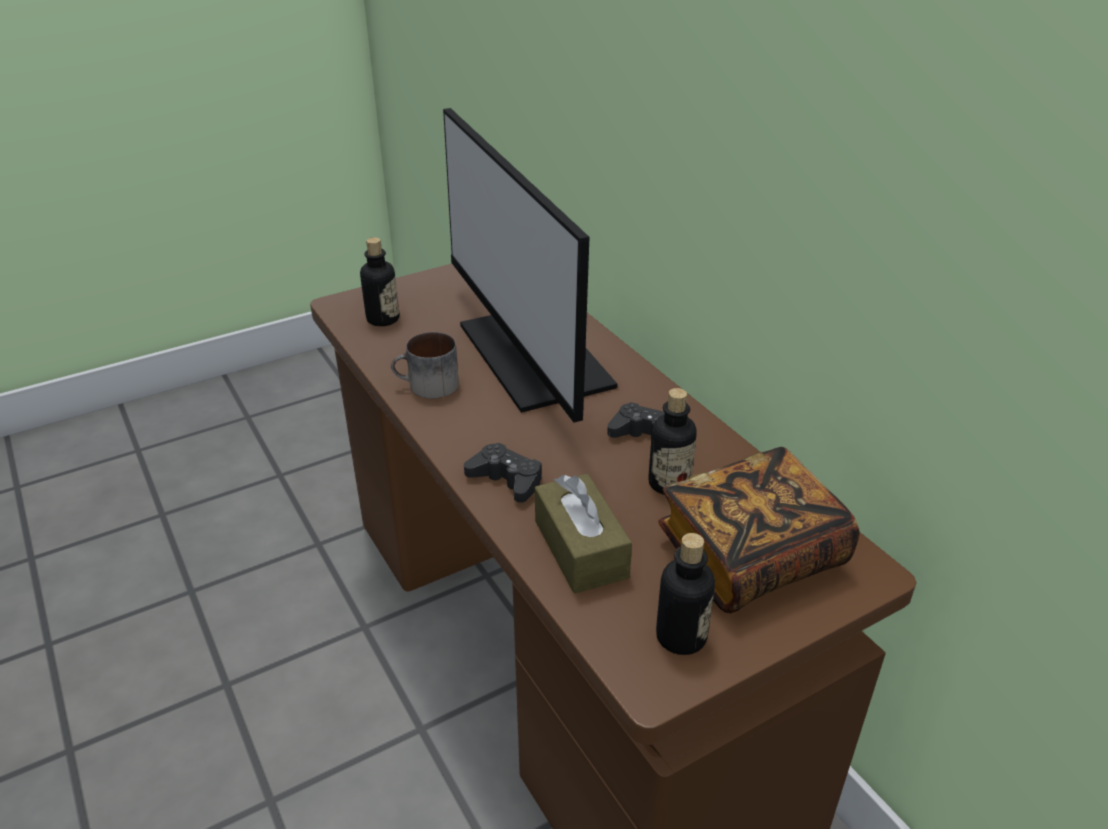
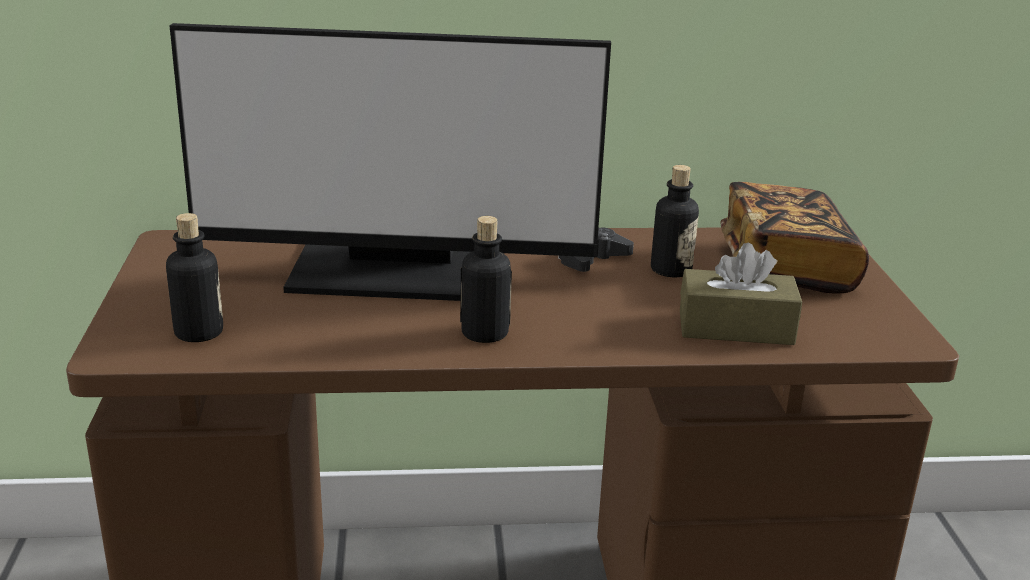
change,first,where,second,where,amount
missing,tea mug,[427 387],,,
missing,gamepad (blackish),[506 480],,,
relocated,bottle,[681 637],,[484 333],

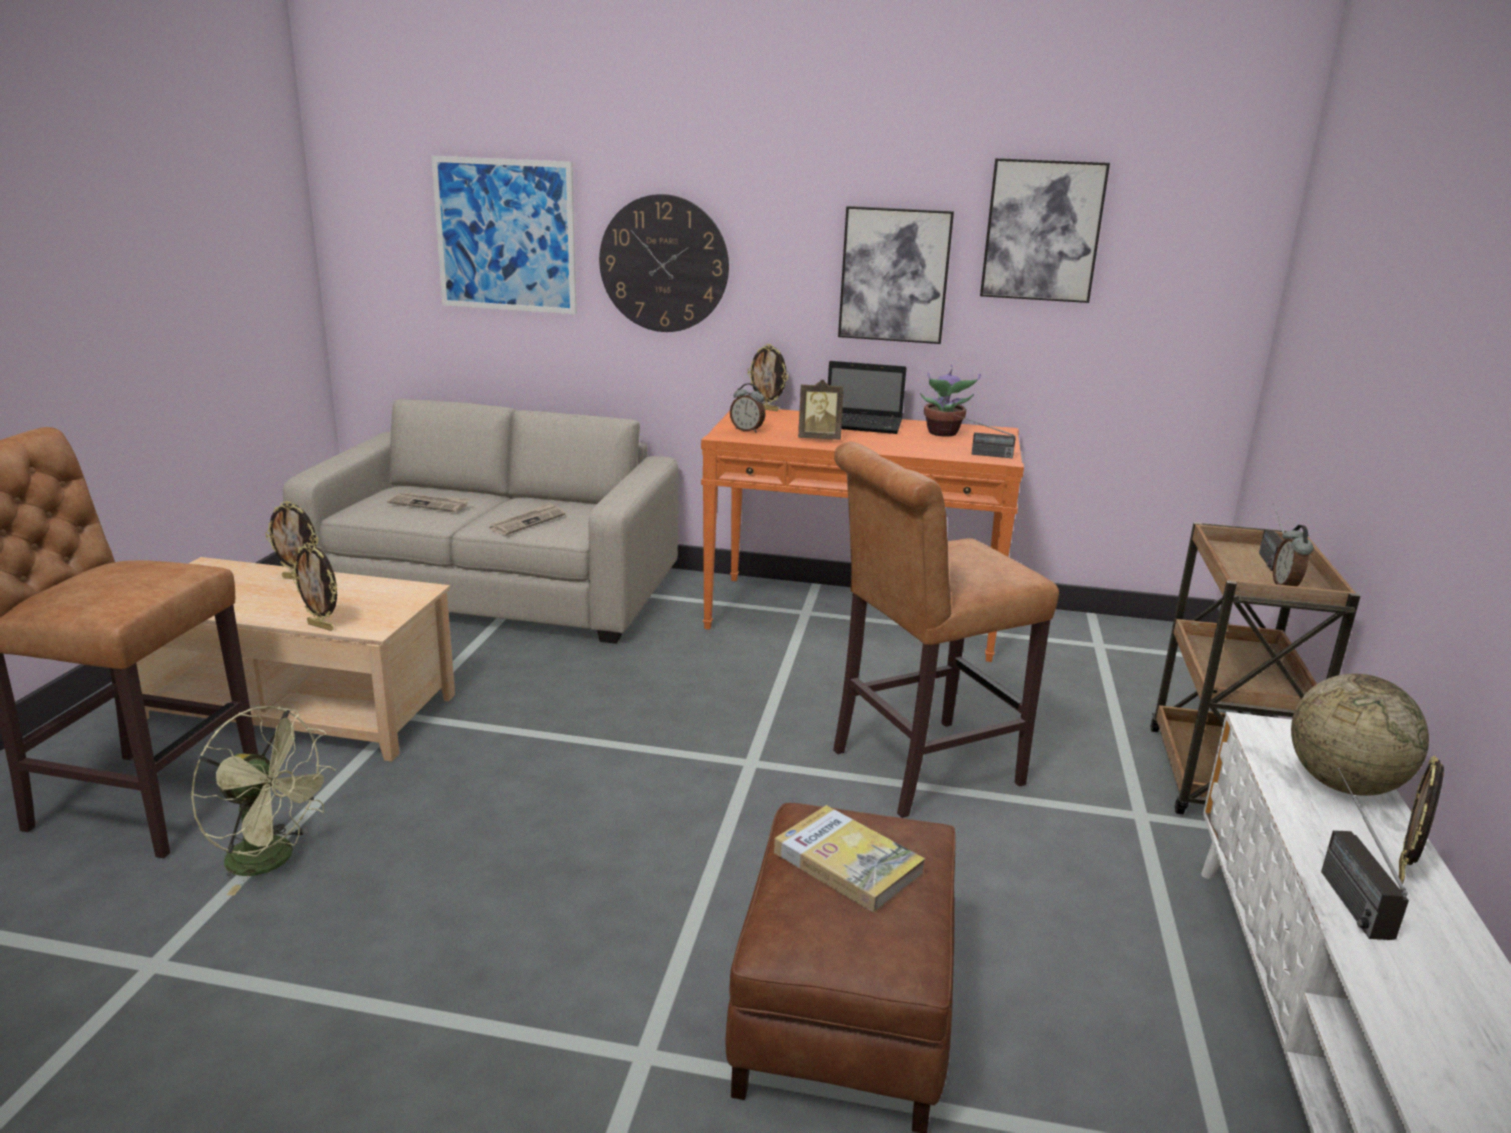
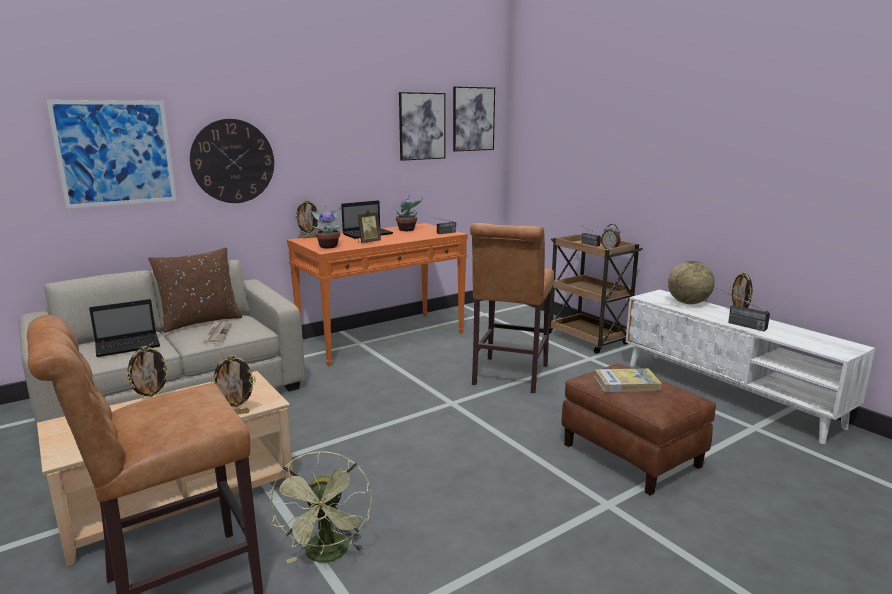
change,first,where,second,where,amount
relocated,wall picture,[894 275],,[473 119],
exchanged,alarm clock,[747 430],potted plant,[328 246],
exchanged,newspaper,[429 504],notebook computer,[129 346],
spun,fan (greenish),[273 860],,[328 556],105 degrees clockwise
appeared,,,cushion (brownish),[200 322],

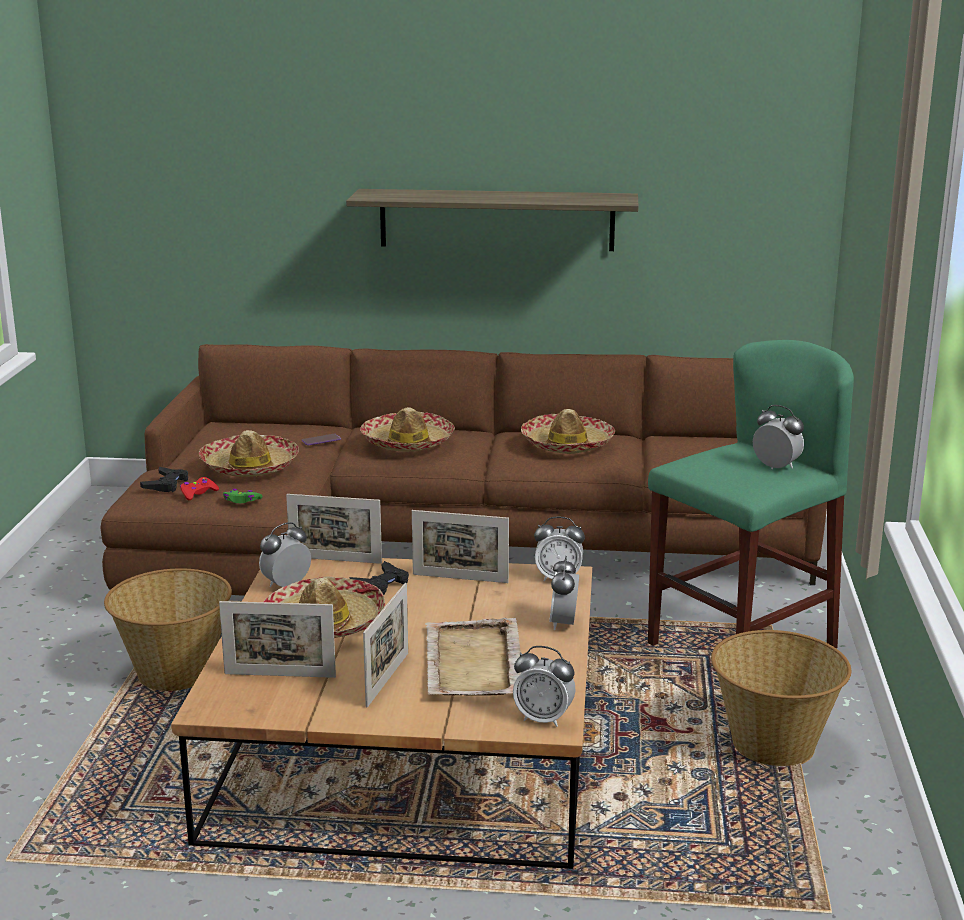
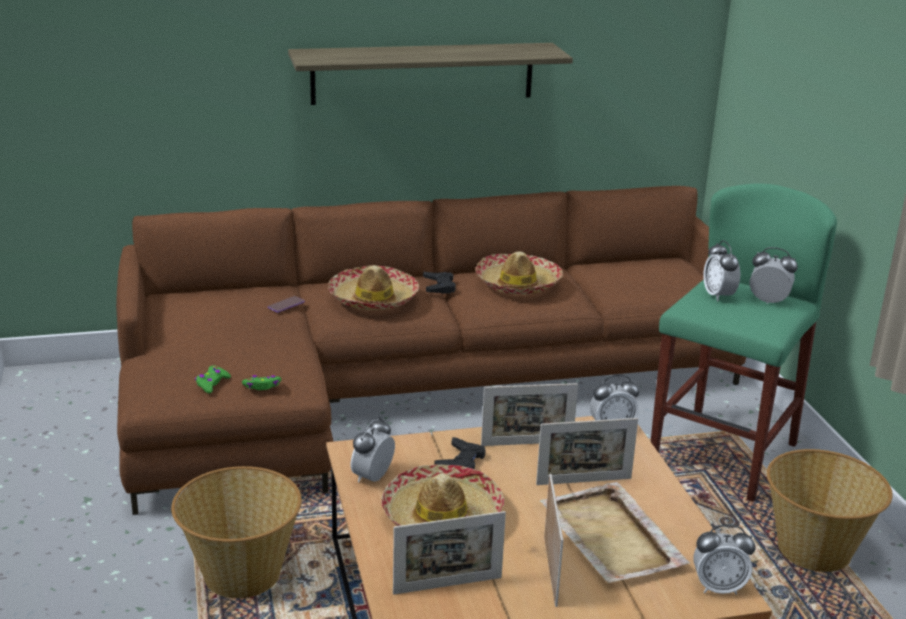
change,first,where,second,where,amount
missing,wearable hat,[249 467],,,
relocated,gamepad (blackish),[166 484],,[439 286],
colour,gamepad (red-coloured),[198 493],gamepad (greenish),[212 383],
relocated,picture frame,[335 560],,[584 481],
relocated,alarm clock,[563 623],,[718 295],

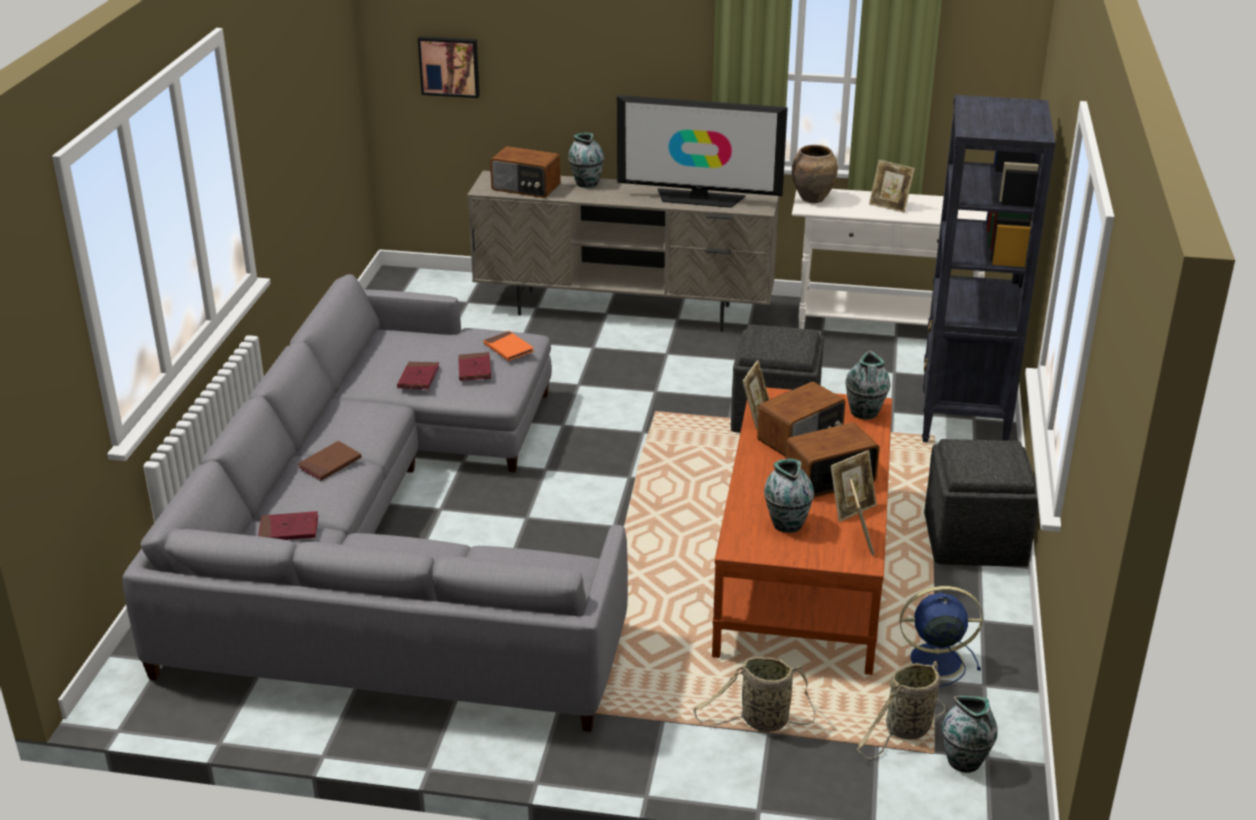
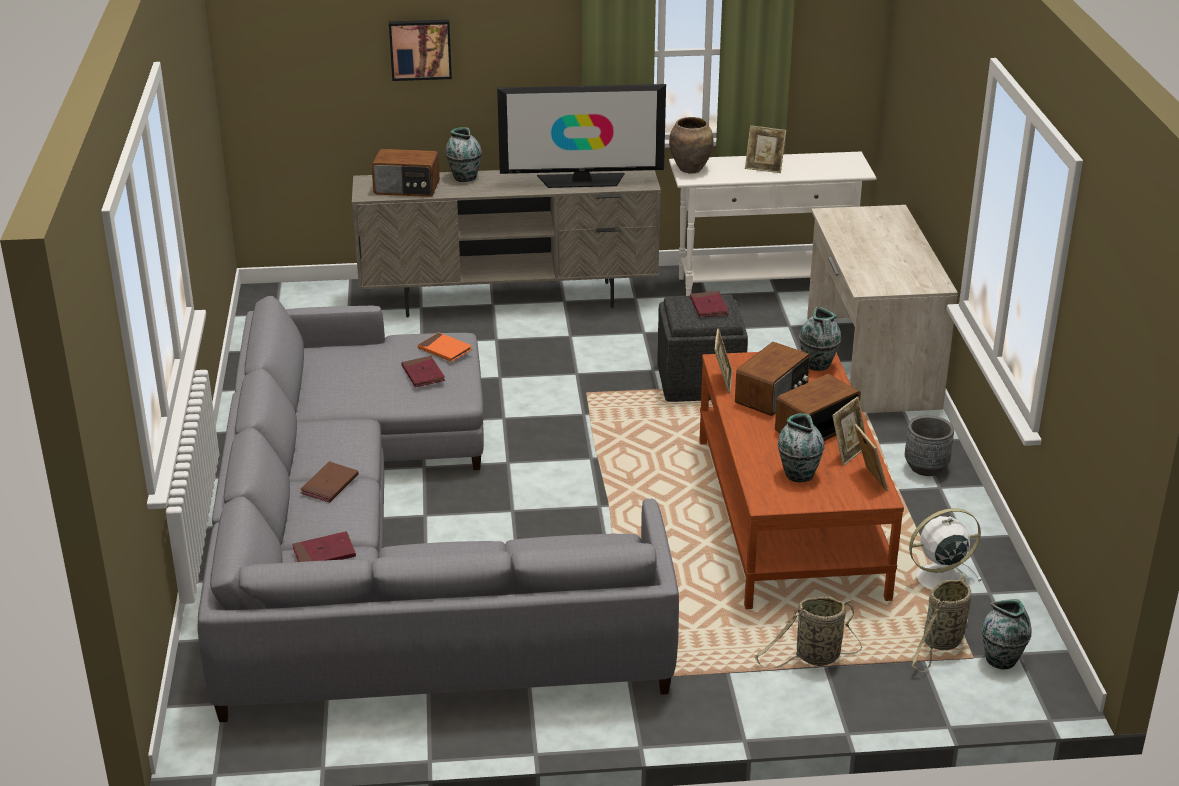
change,first,where,second,where,amount
relocated,wall picture,[449 66],,[420 49],
exchanged,bookcase (blackish),[963 420],desk table (beige),[870 361],
relocated,book (red-coloured),[418 378],,[709 307],
exchanged,pouffe (grey),[973 539],planter (grey),[925 467],
colour,fan (blue-coloured),[933 660],fan (white),[937 579],

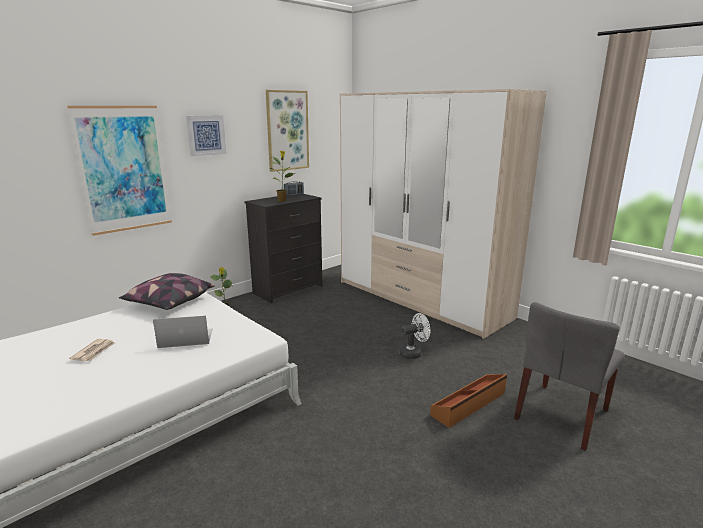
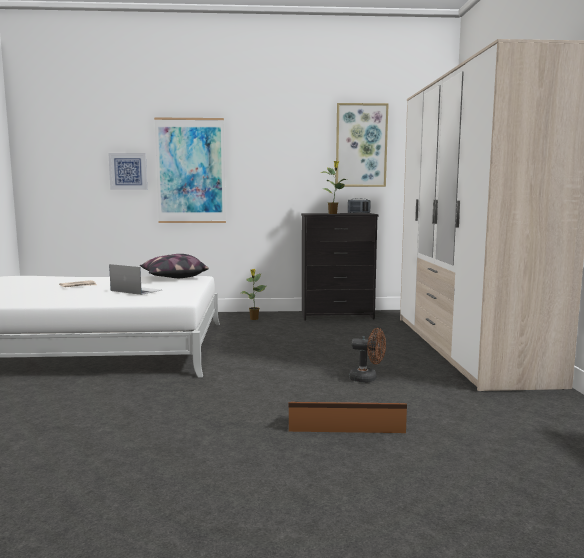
change,first,where,second,where,amount
relocated,wall picture,[206 135],,[128 171],
missing,chair (grey),[562 415],,,
colour,fan (white),[413 353],fan (brownish),[367 379],

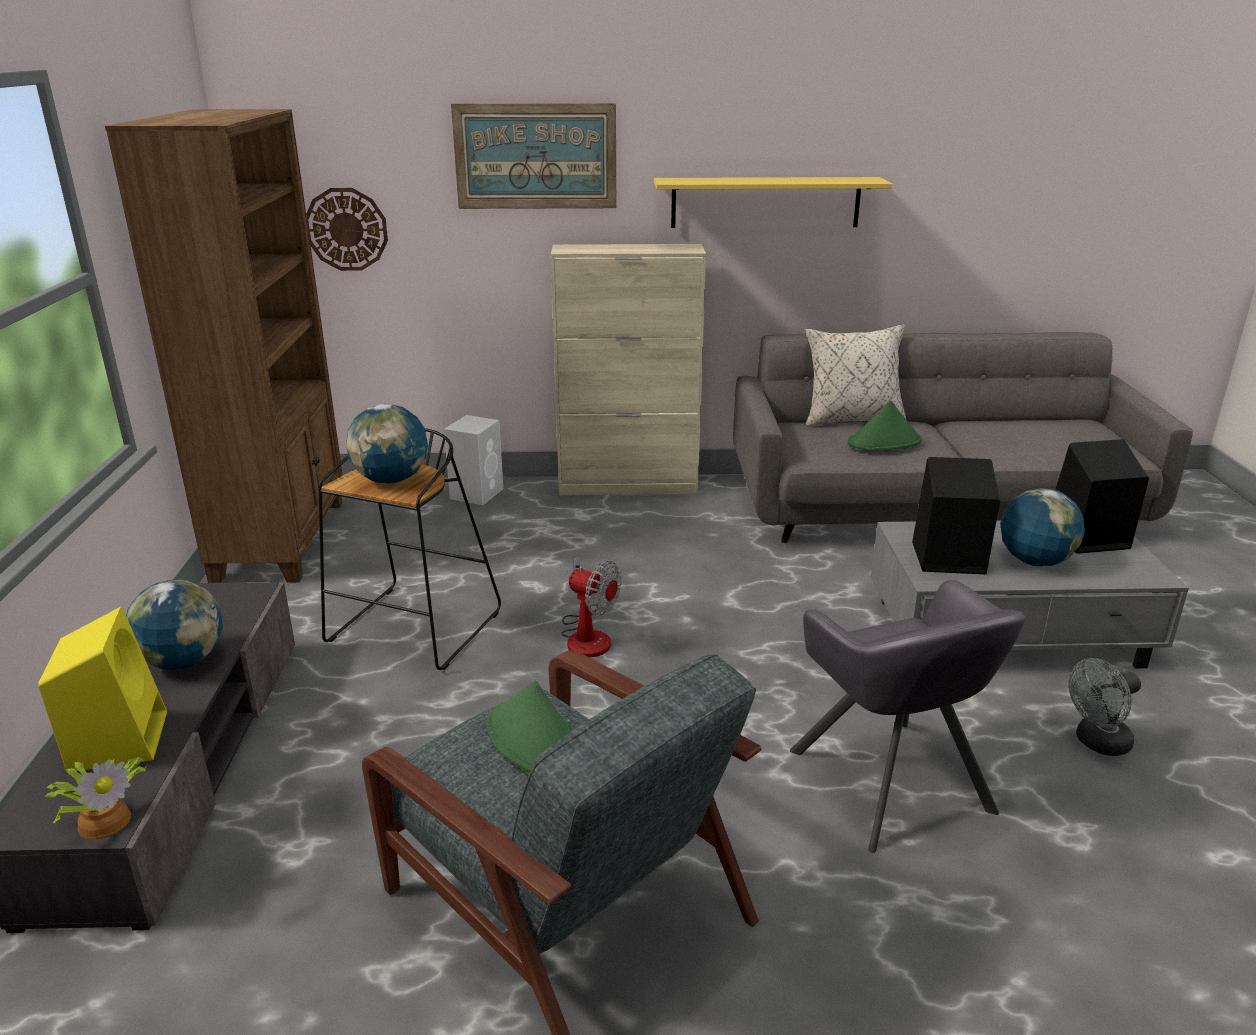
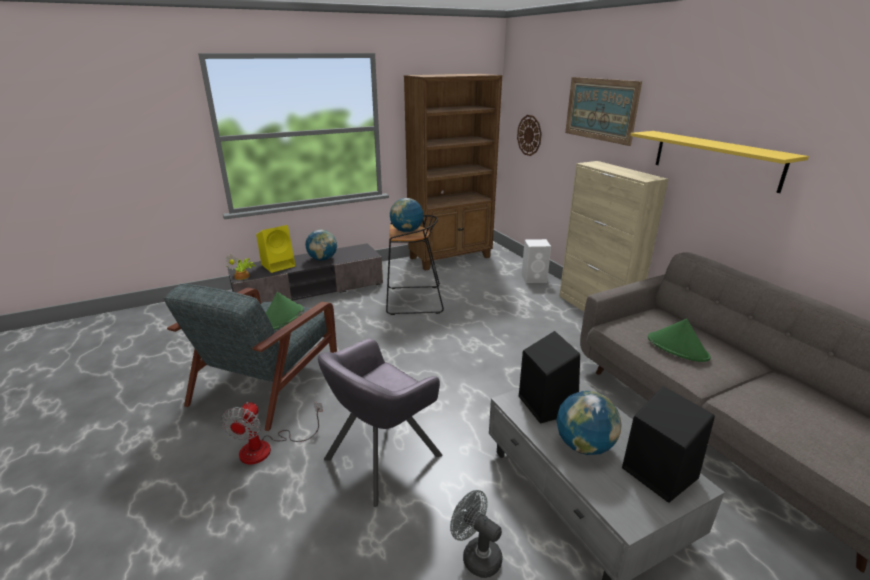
change,first,where,second,where,amount
missing,cushion (beige),[851 419],,,
relocated,fan,[587 635],,[267 448],

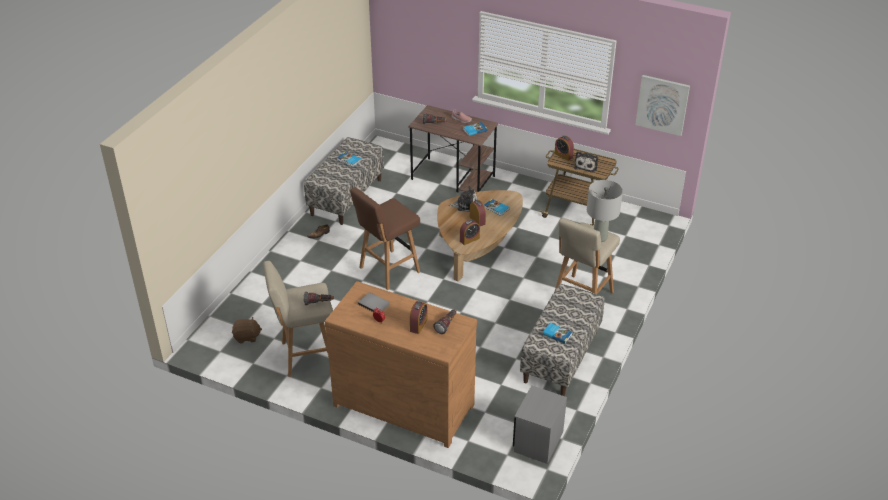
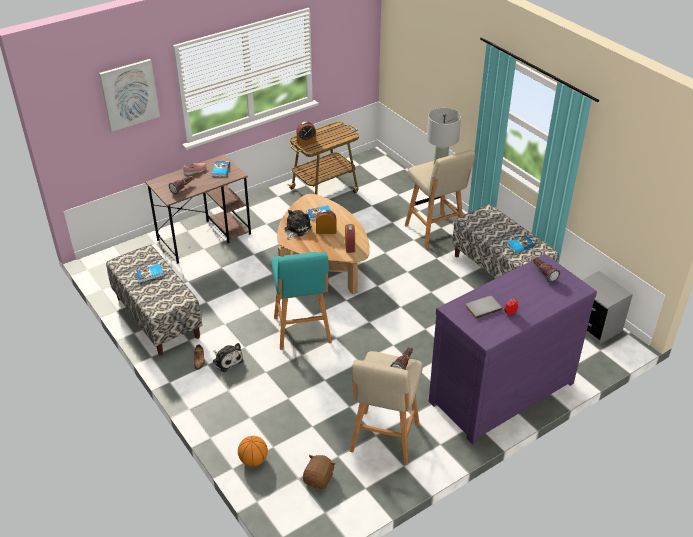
change,first,where,second,where,amount
relocated,wall picture,[662 104],,[129 94],
relocated,plush toy,[586 165],,[227 360],
colour,stool (brownish),[387 270],stool (turquoise-coloured),[302 331],
colour,chest of drawers (brownish),[404 403],chest of drawers (purple),[499 390],
missing,alarm clock,[418 325],,,
appeared,,,ball for basketball,[253 460],

